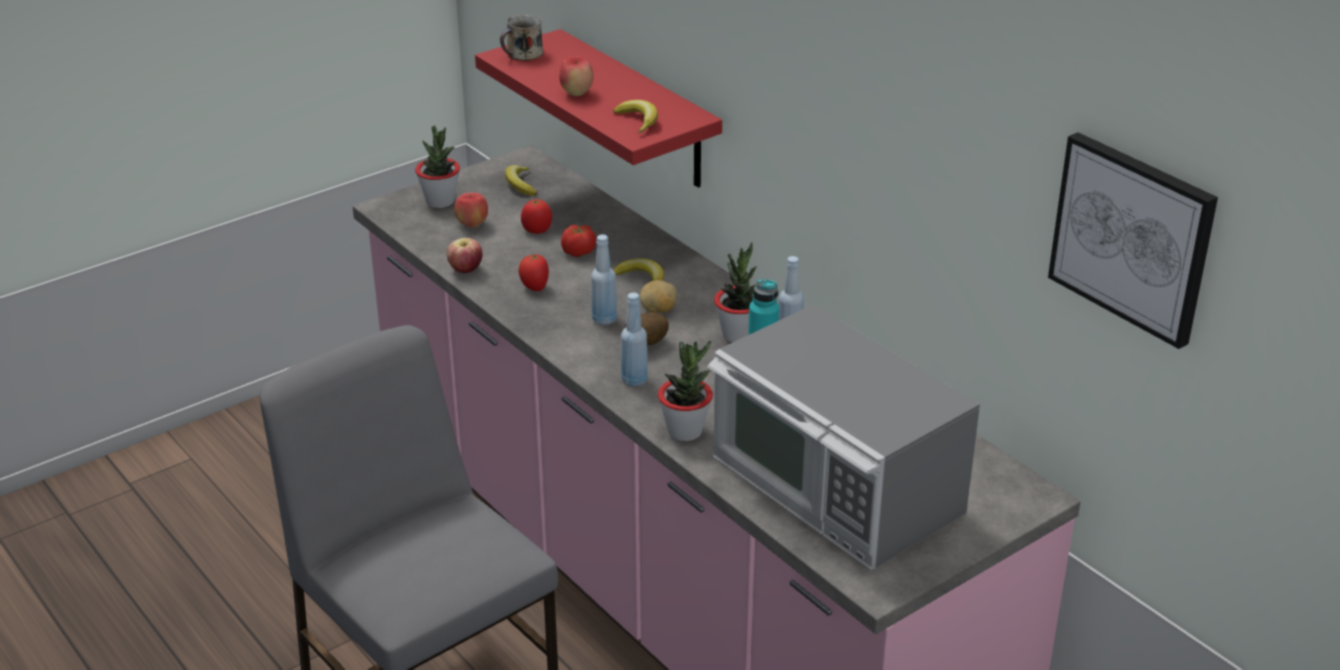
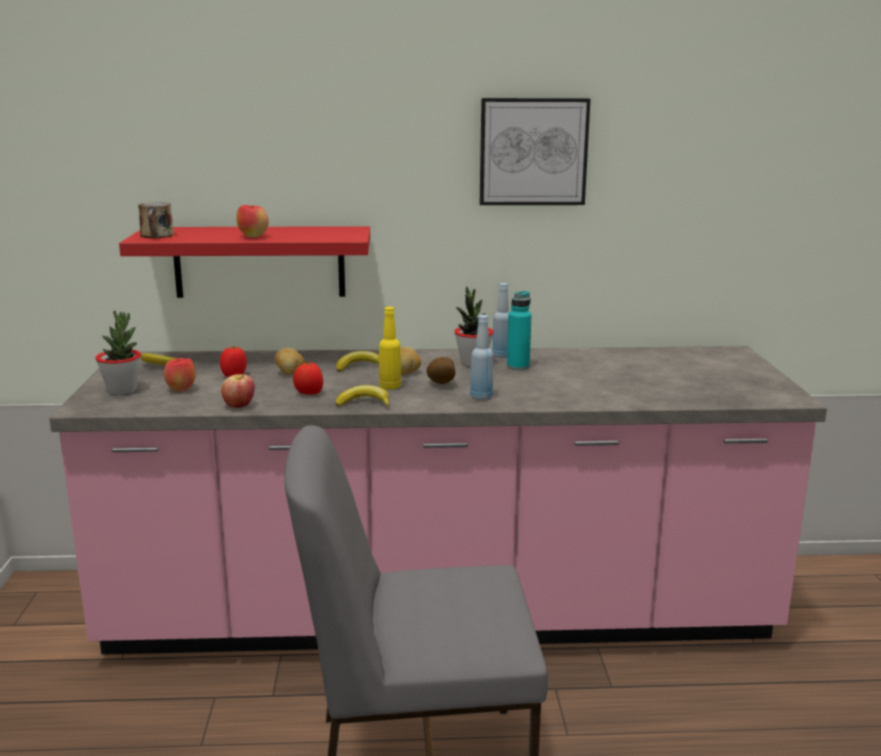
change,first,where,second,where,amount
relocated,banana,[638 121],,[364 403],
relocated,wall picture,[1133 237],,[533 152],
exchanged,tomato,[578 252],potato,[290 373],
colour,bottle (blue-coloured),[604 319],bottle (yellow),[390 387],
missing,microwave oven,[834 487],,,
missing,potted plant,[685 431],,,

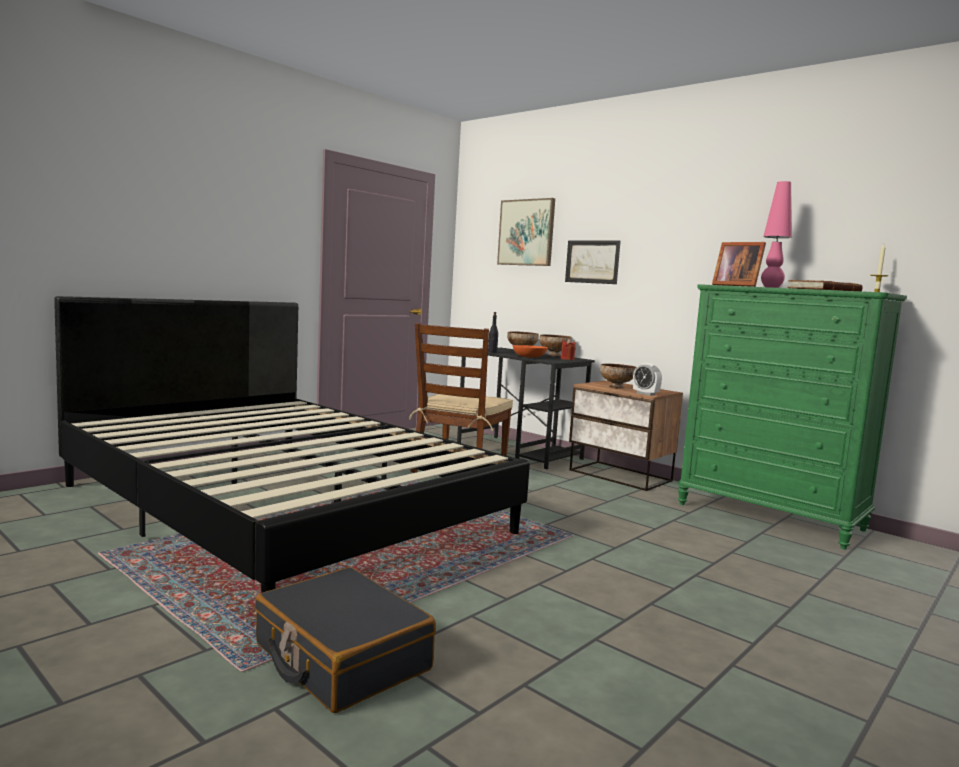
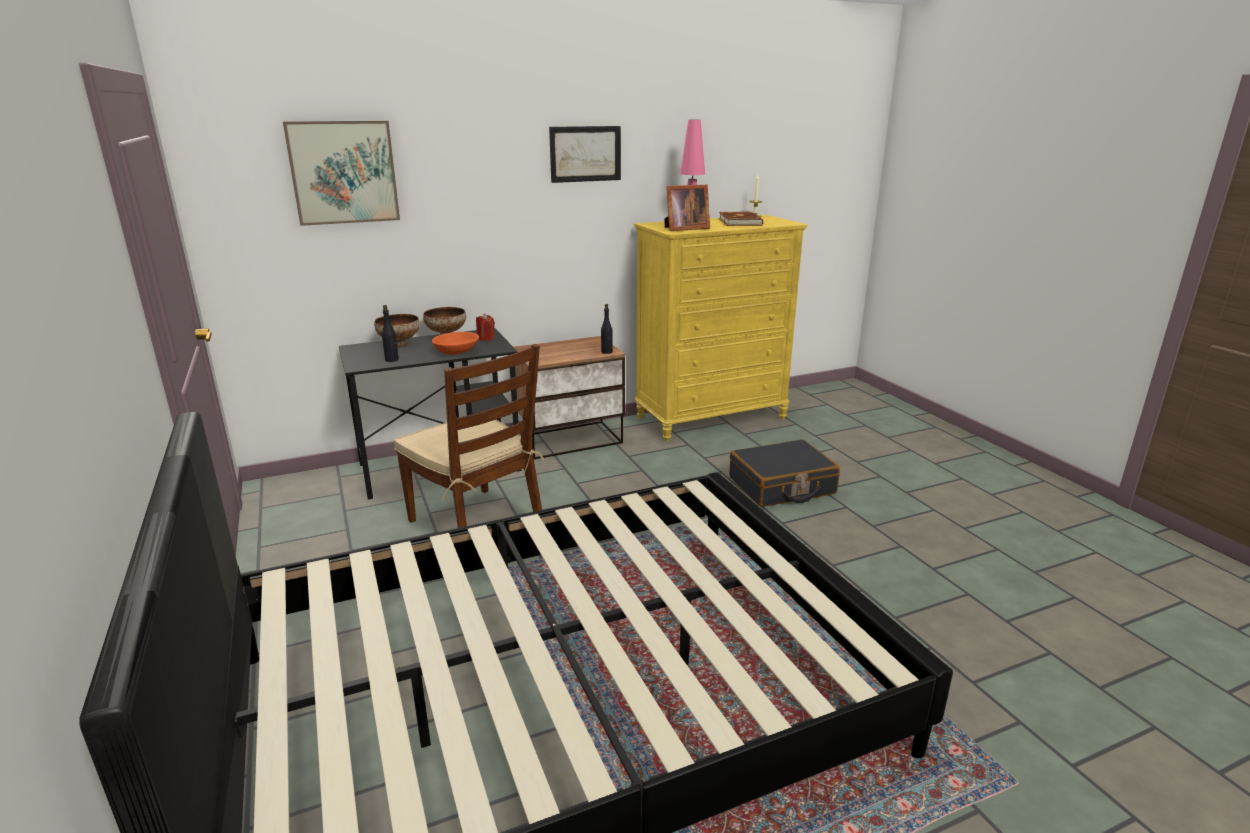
change,first,where,second,where,amount
relocated,wall picture,[592 261],,[585 154],
colour,chest of drawers (greenish),[770 517],chest of drawers (yellow),[711 417],
exchanged,alarm clock,[645 394],bottle (blackish),[607 352],
missing,bowl,[616 387],,,
relocated,suitcase (blackish),[341 657],,[781 486],

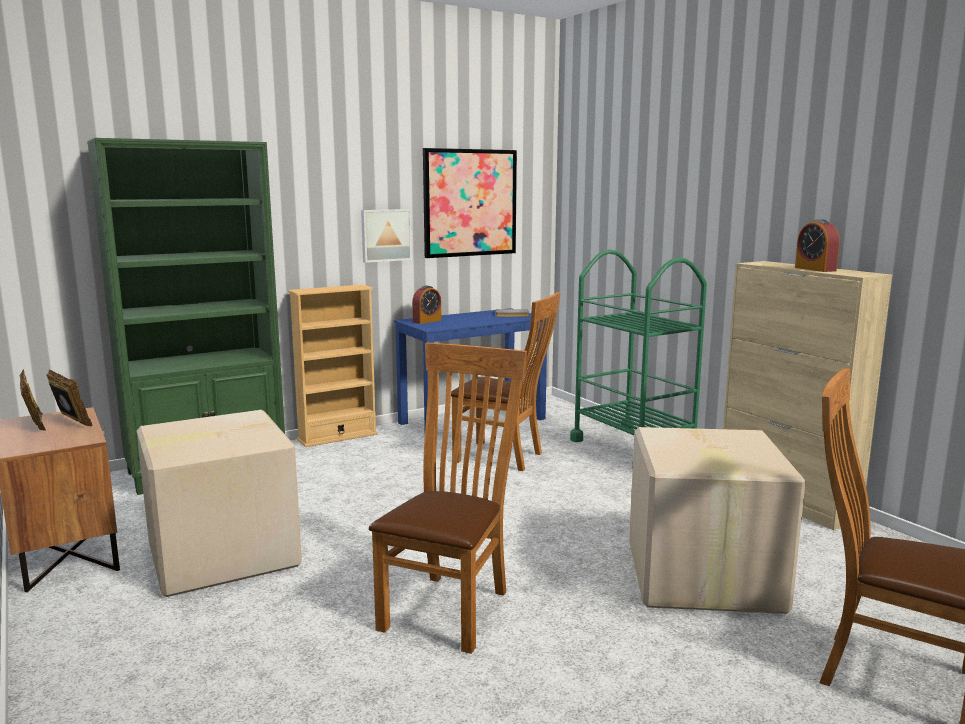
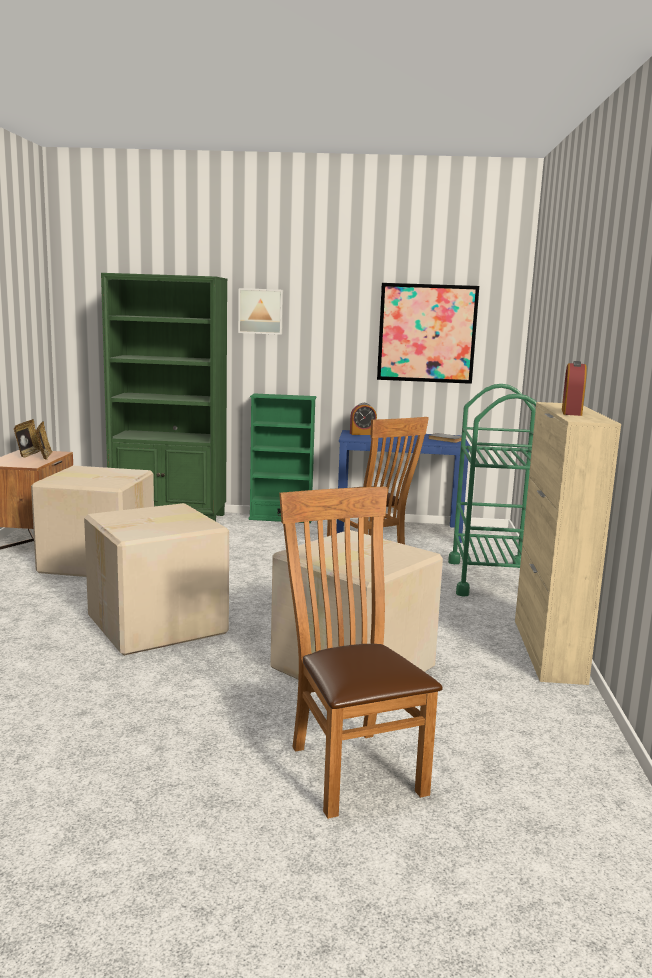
change,first,where,second,where,amount
relocated,wall picture,[385 235],,[261 311],
colour,bookcase (beige),[337 437],bookcase (greenish),[280 518],
exchanged,chair (brownish),[451 606],cardboard box,[159 625],

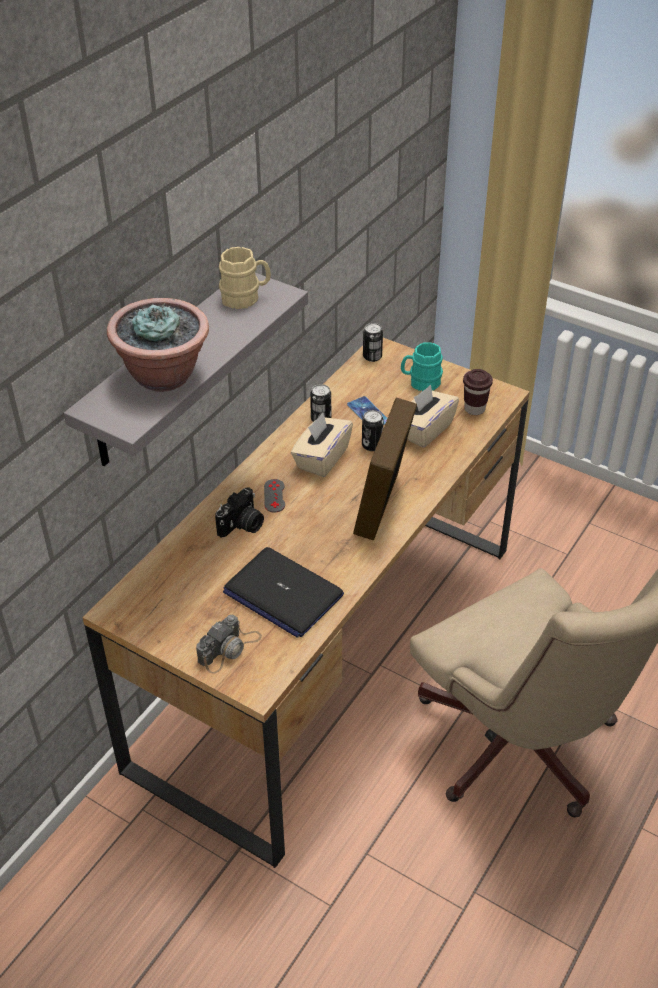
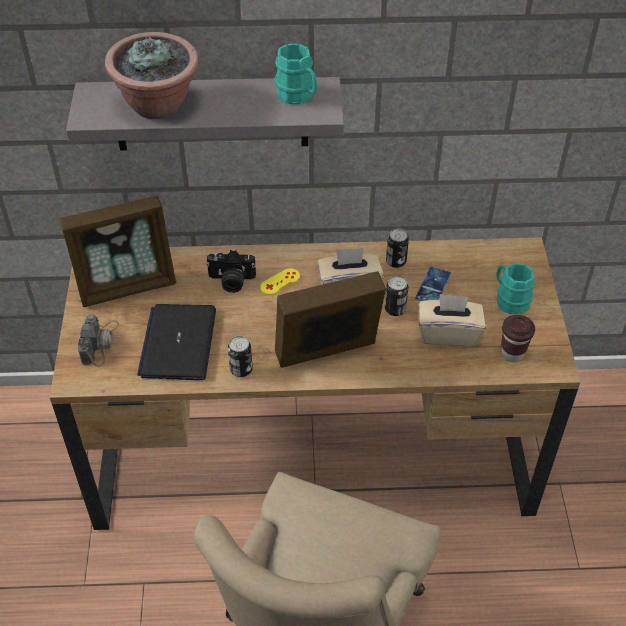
change,first,where,second,where,amount
colour,tea mug (beige),[245 298],tea mug (turquoise-coloured),[298 96],
relocated,sealed can,[372 356],,[241 369],
colour,gamepad (grey),[274 496],gamepad (yellow),[280 282],
spun,photo camera,[229 649],,[100 343],90 degrees counterclockwise
appeared,,,picture frame,[127 285],

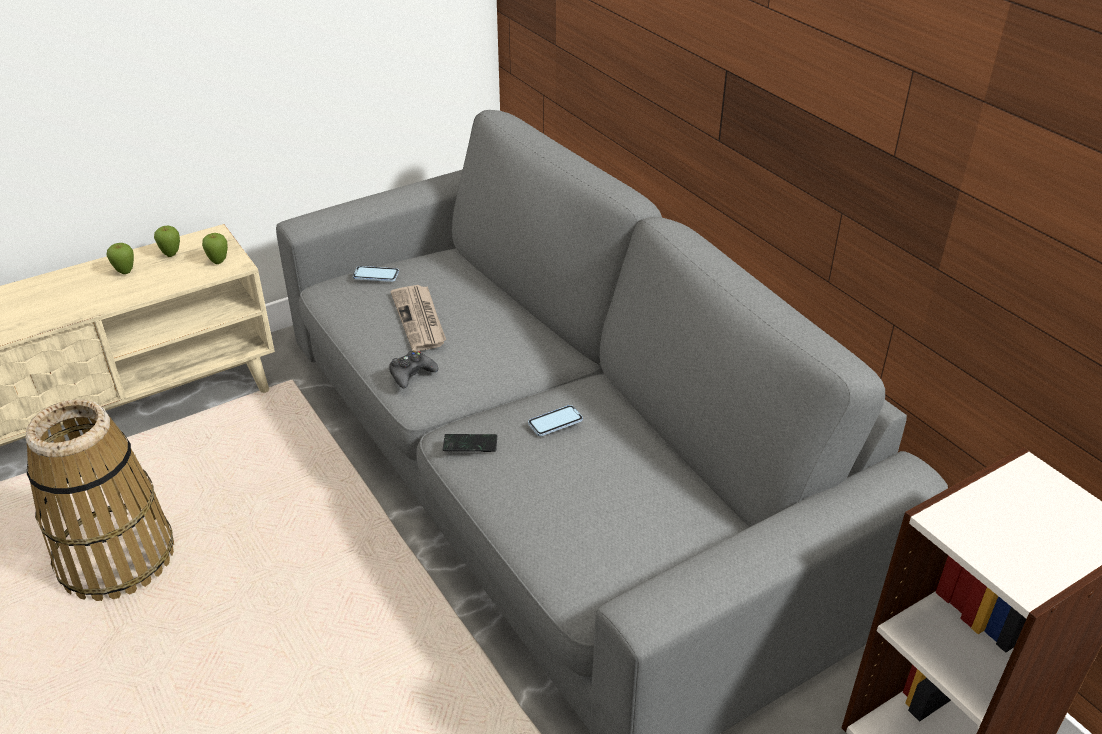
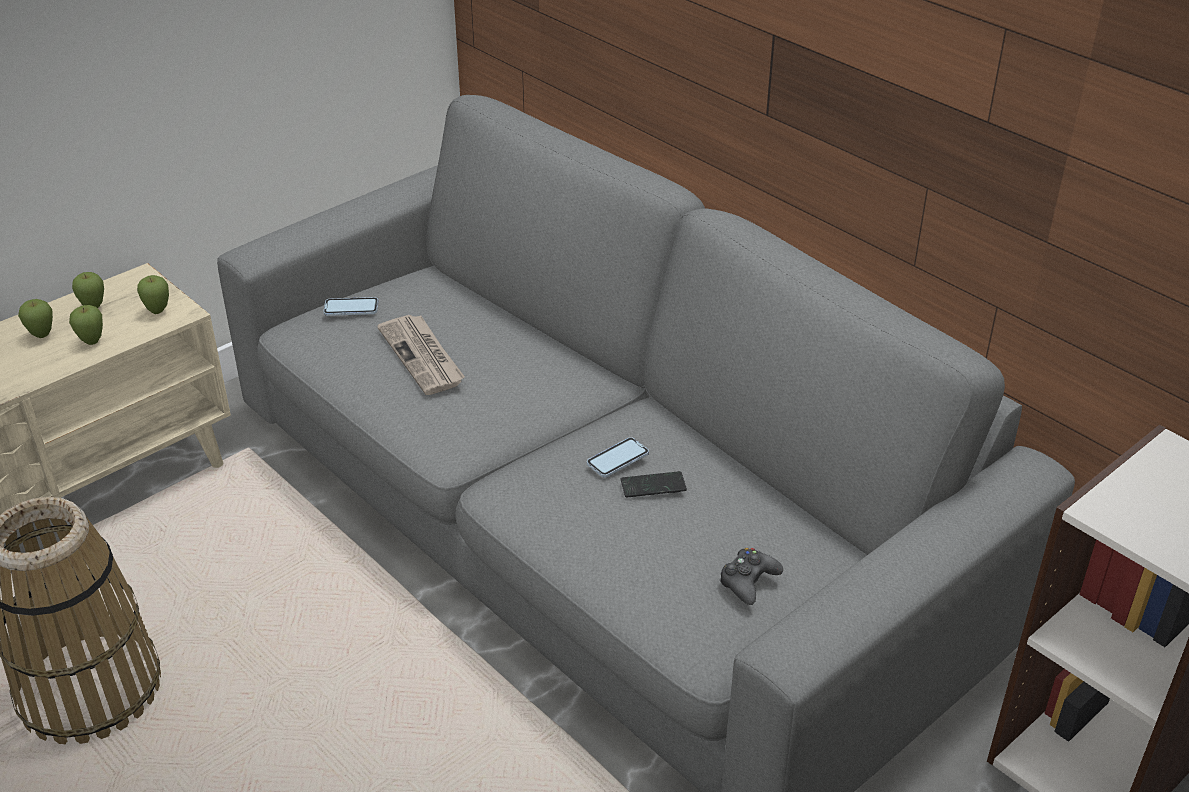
change,first,where,second,where,amount
relocated,gamepad (blackish),[411 374],,[748 581],
relocated,telephone,[470 444],,[653 486],
appeared,,,apple,[92 342],

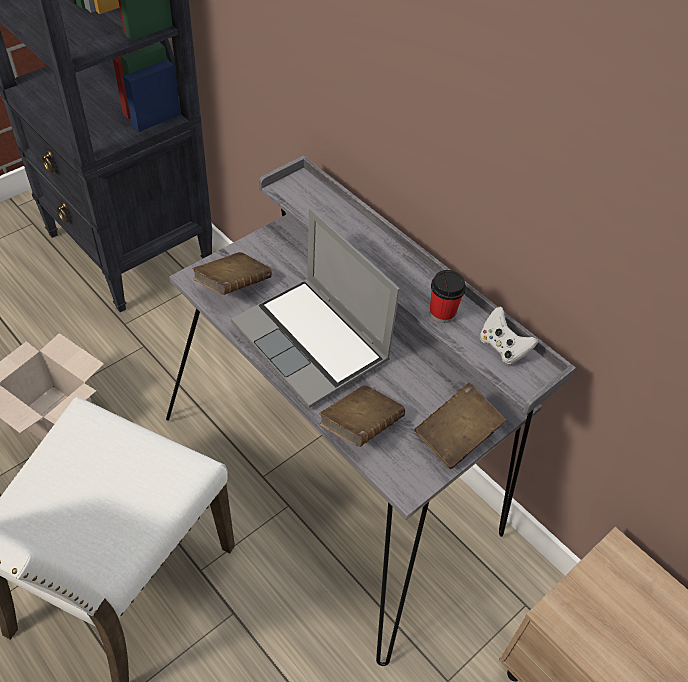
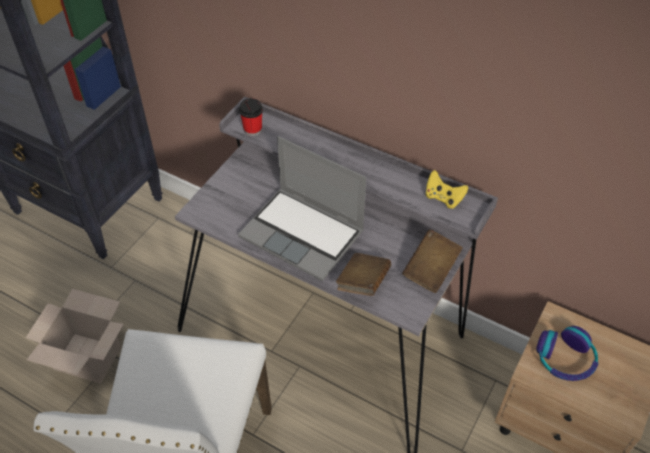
change,first,where,second,where,amount
missing,book (brownish),[233 286],,,
relocated,drinking cup,[442 313],,[252 130],
colour,gamepad (white),[502 347],gamepad (yellow),[443 198],
appeared,,,headset,[565 359],

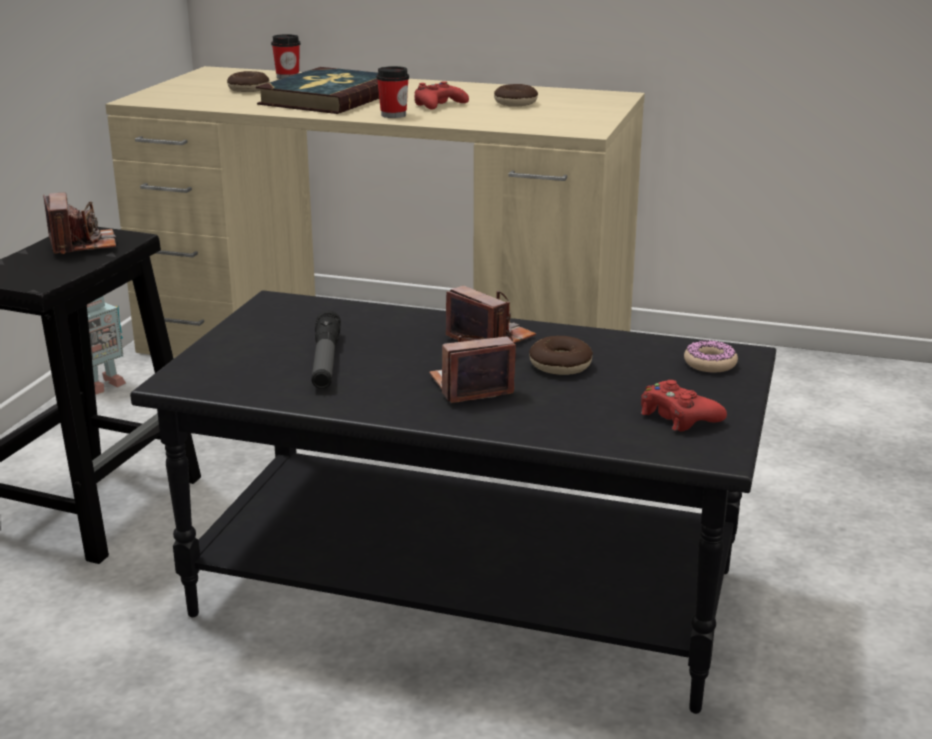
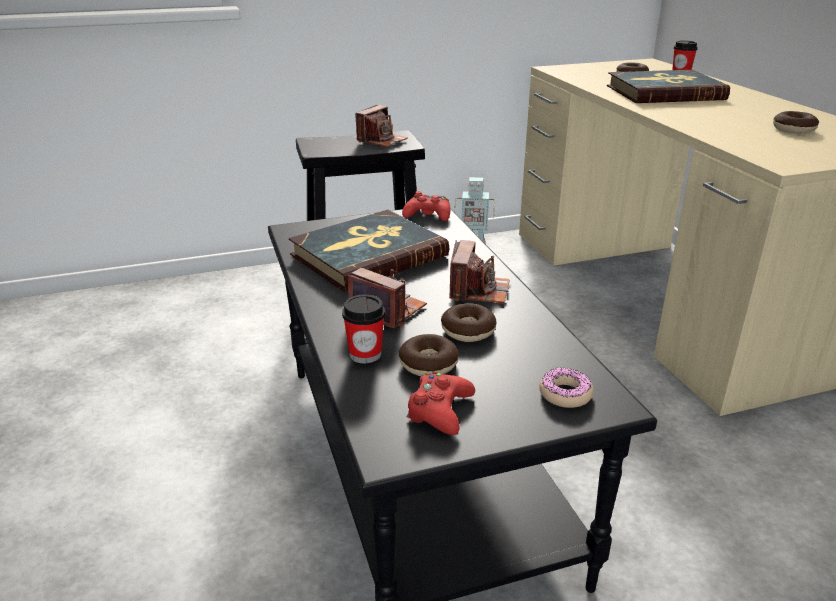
change,first,where,second,where,amount
relocated,drinking cup,[393 115],,[365 354],
relocated,gamepad (red-coloured),[438 105],,[428 215],
exchanged,hand torch,[325 361],book,[368 255],
appeared,,,donut,[428 364],

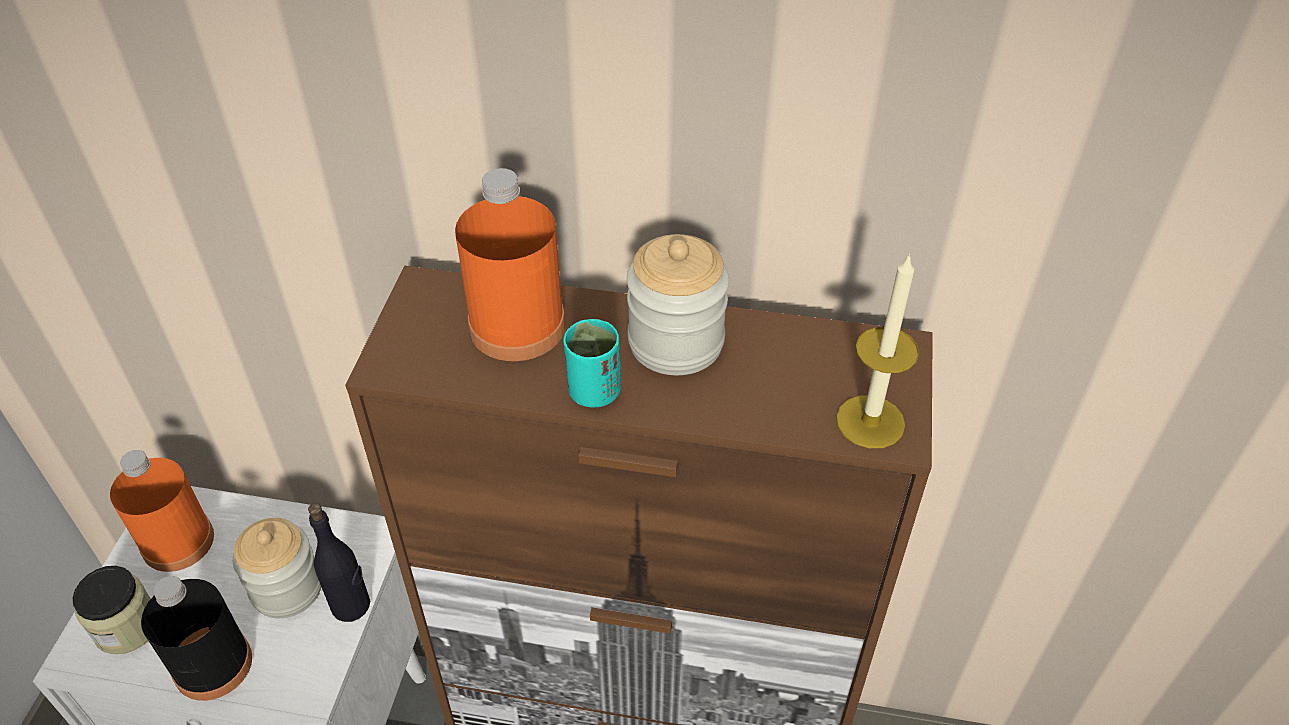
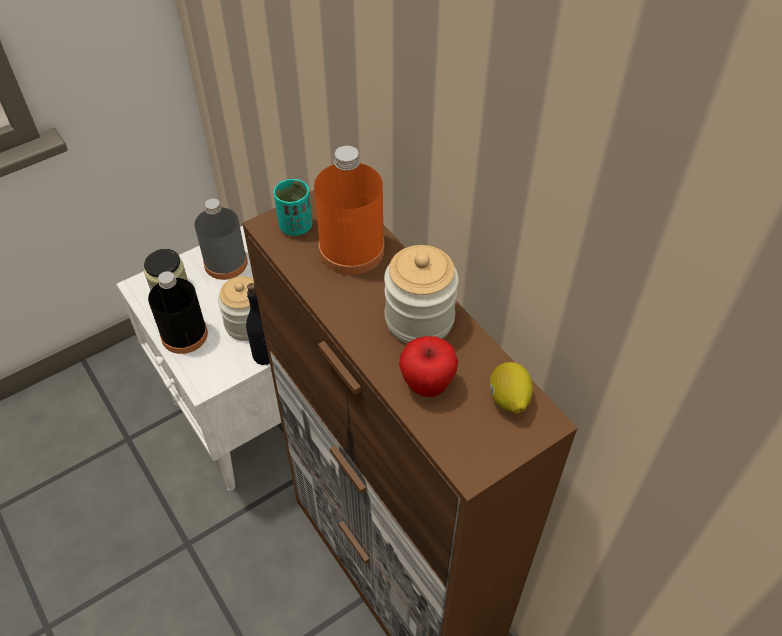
change,first,where,second,where,amount
missing,candle,[870 421],,,
relocated,drinking cup (turquoise-coloured),[594 391],,[295 226],
colour,bottle (orangey),[178 542],bottle (grey),[225 263],
appeared,,,apple,[427 384],
appeared,,,lemon,[508 399],

